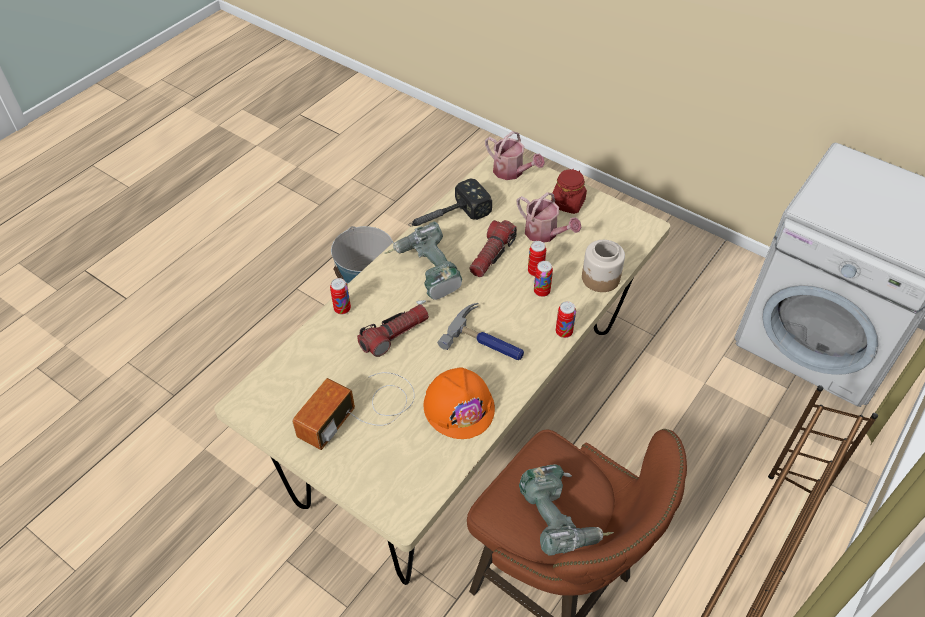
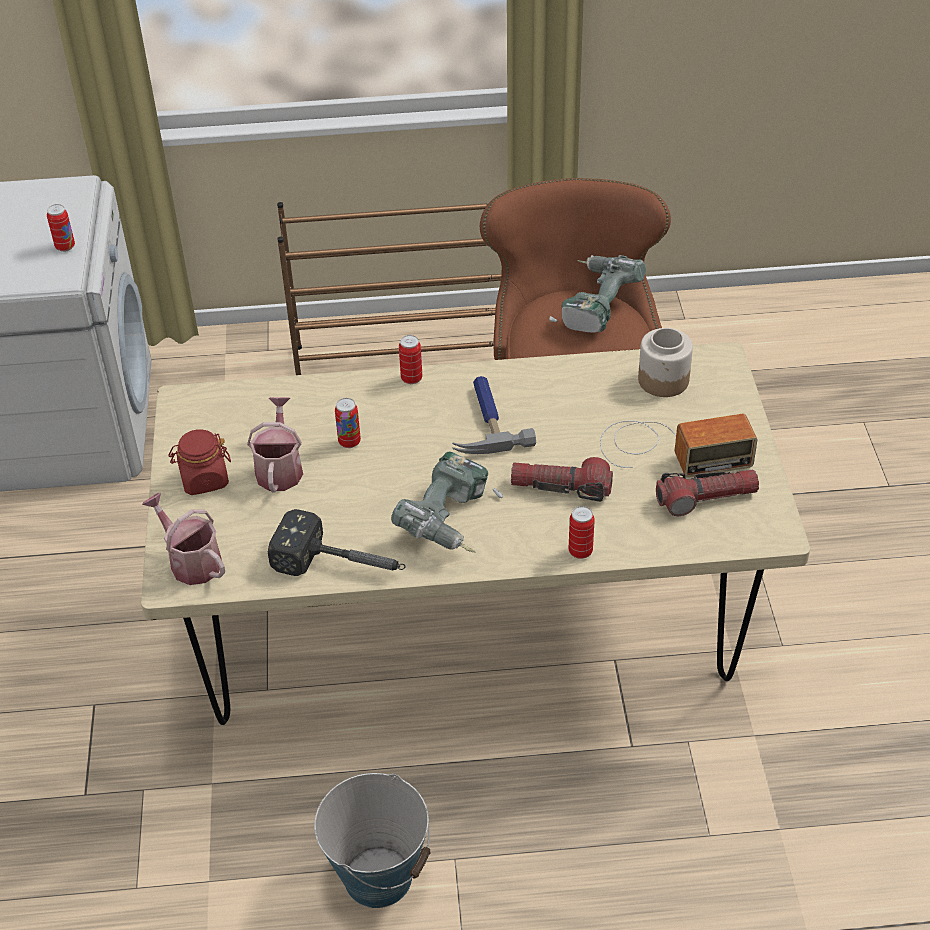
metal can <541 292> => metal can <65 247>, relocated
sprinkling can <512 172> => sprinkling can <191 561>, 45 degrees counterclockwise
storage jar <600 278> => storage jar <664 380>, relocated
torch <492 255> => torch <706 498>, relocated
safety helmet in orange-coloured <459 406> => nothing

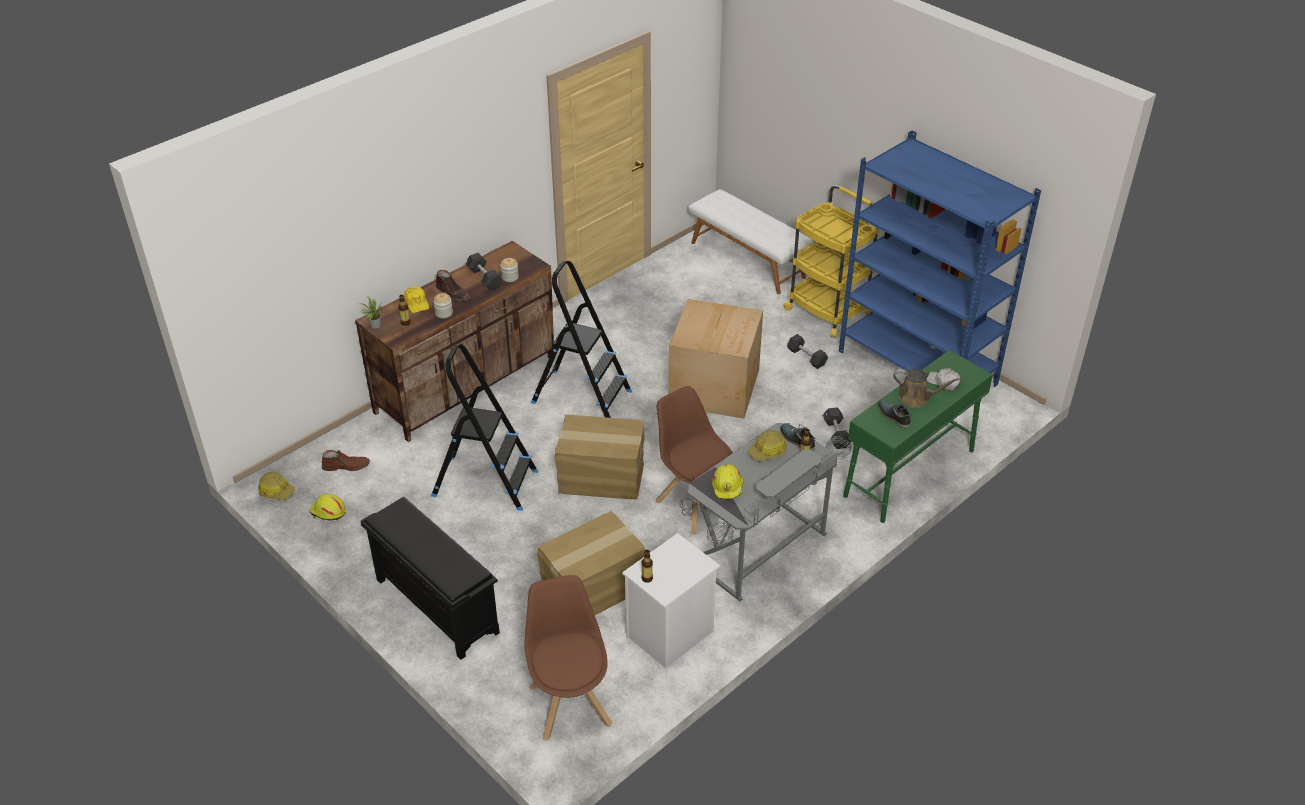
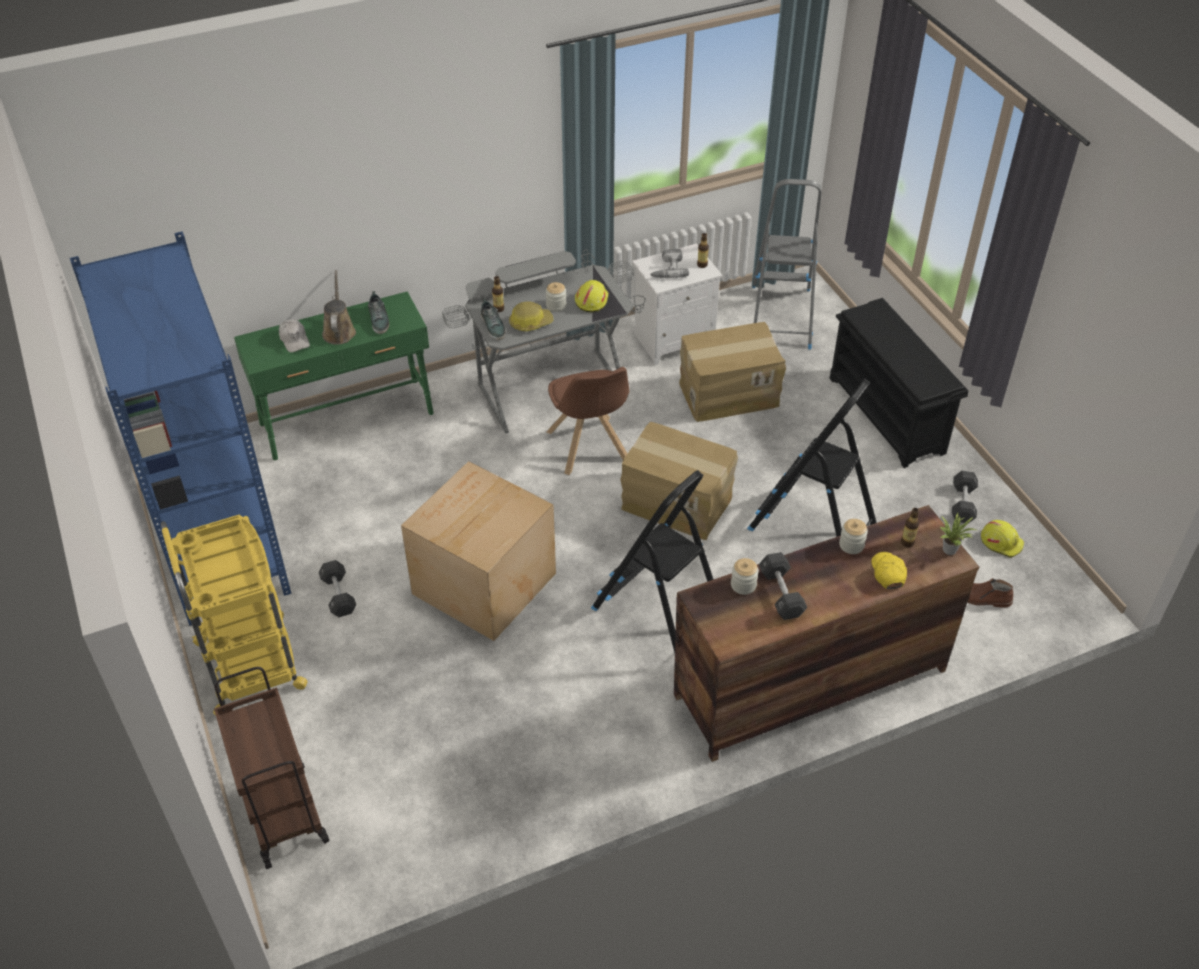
long seat in whitish <748 259> => wheeled cart in brown <284 813>
sprinkling can in brown <916 398> => sprinkling can in brown <339 331>, 45 degrees clockwise
nothing => storage jar <556 305>
nothing => drill <667 269>
upright chair in brown <569 701> => stepladder in grey <781 315>
hand weight in blackish <836 434> => hand weight in blackish <962 503>, relocated
safety helmet <276 491> => nothing
high-top boot in brown <454 293> => nothing

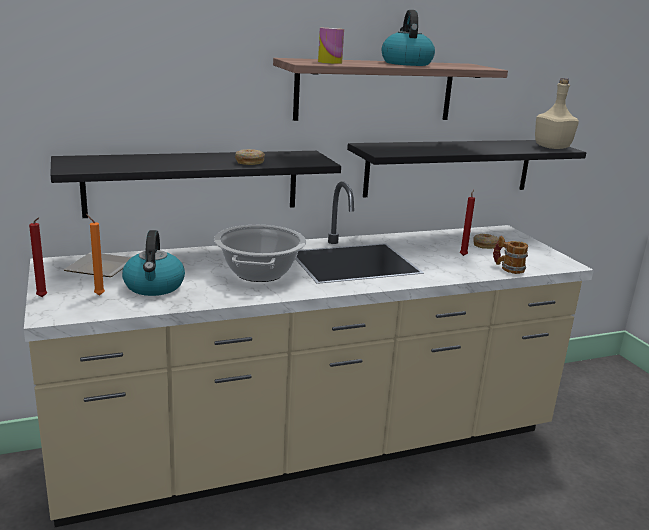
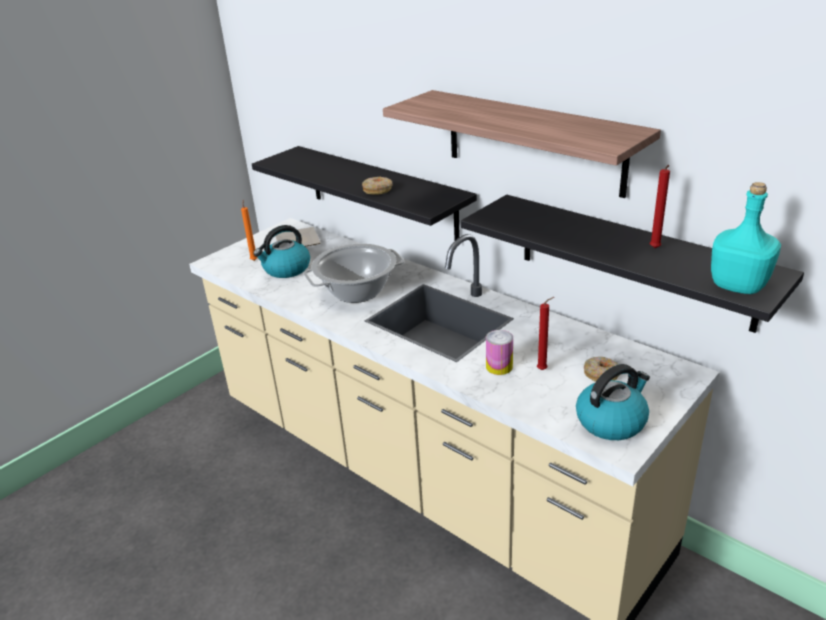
metal can <330 62> => metal can <499 366>, relocated
kettle <406 63> => kettle <611 421>, relocated
wax candle in red-coloured <43 297> => wax candle in red-coloured <655 249>, relocated
bottle in sand-coloured <552 147> => bottle in blue-green <739 285>
coffee mug <508 268> => nothing

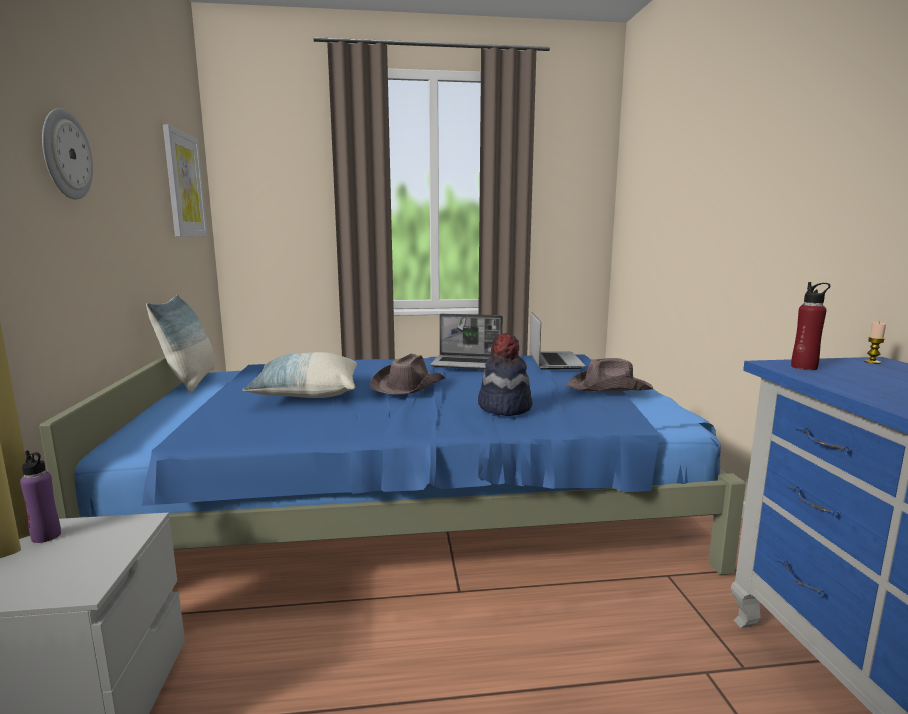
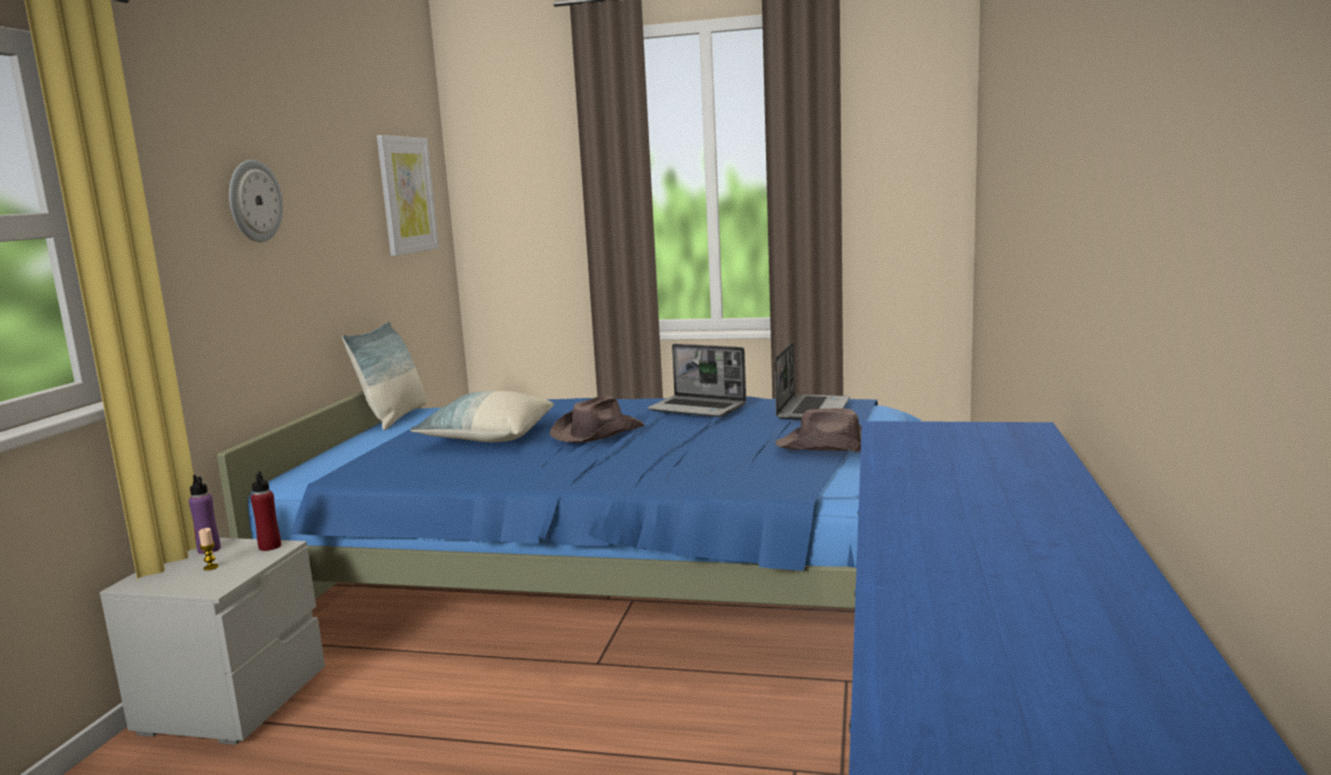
wax candle <872 362> => wax candle <211 567>, relocated
bottle in red-coloured <804 367> => bottle in red-coloured <270 547>, relocated
hat <504 407> => nothing

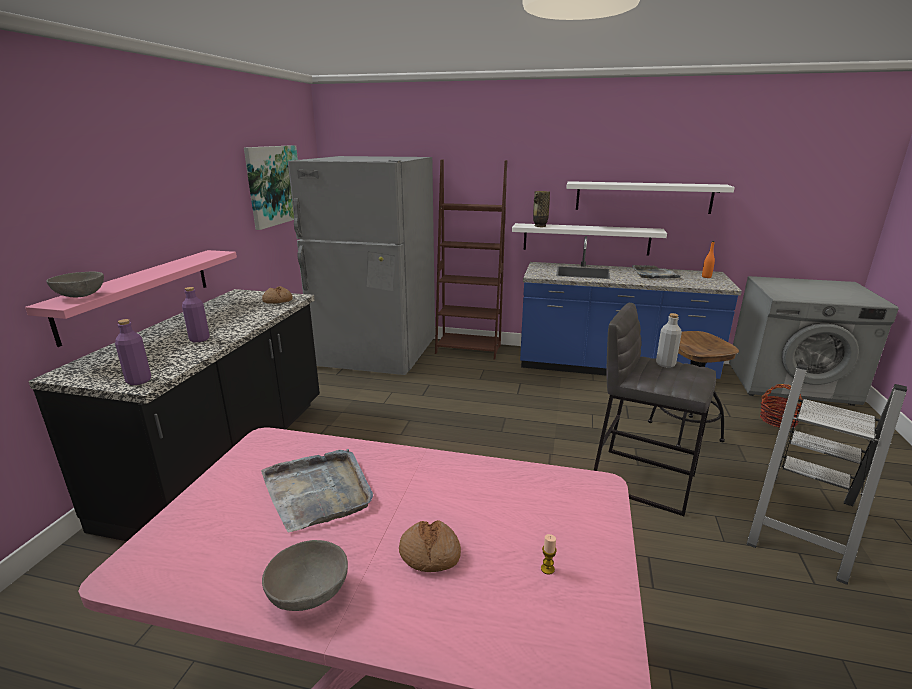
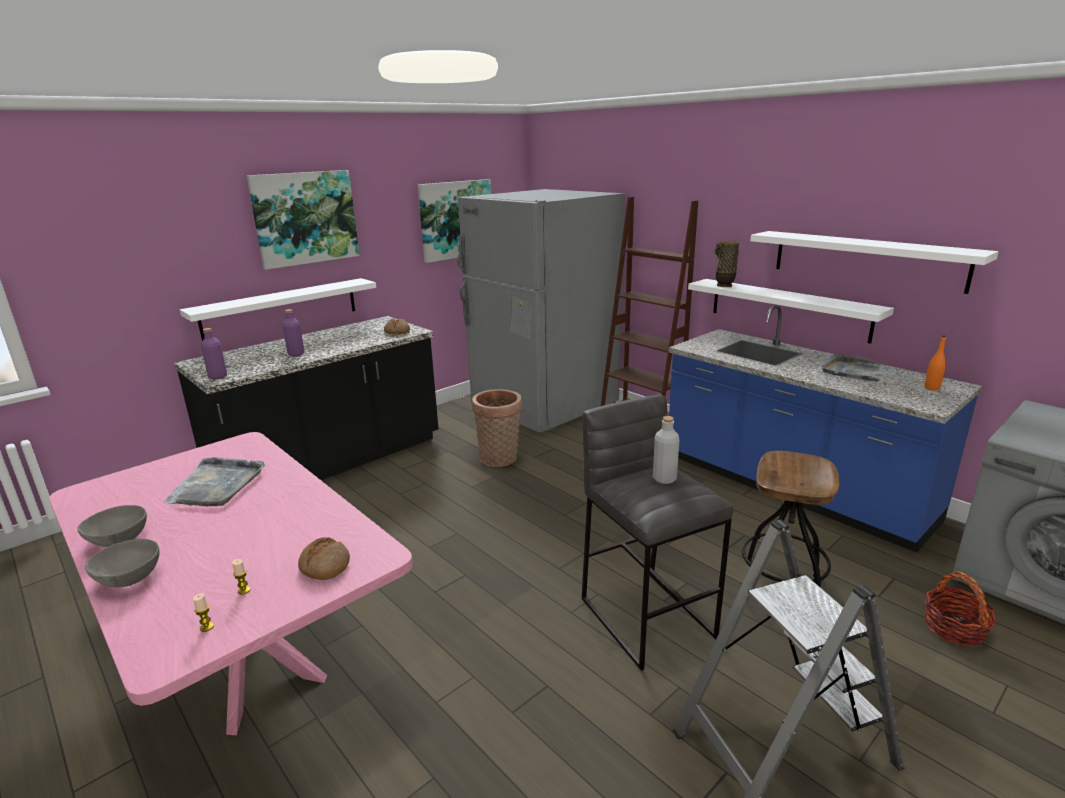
serving bowl in grey <81 296> => serving bowl in grey <130 579>, relocated
bracket shelf in pink <138 292> => bracket shelf in whitish <281 308>
nothing => wax candle <207 627>
nothing => wall picture <305 218>
bread <430 554> => bread <324 566>, relocated
nothing => storage basket <499 460>

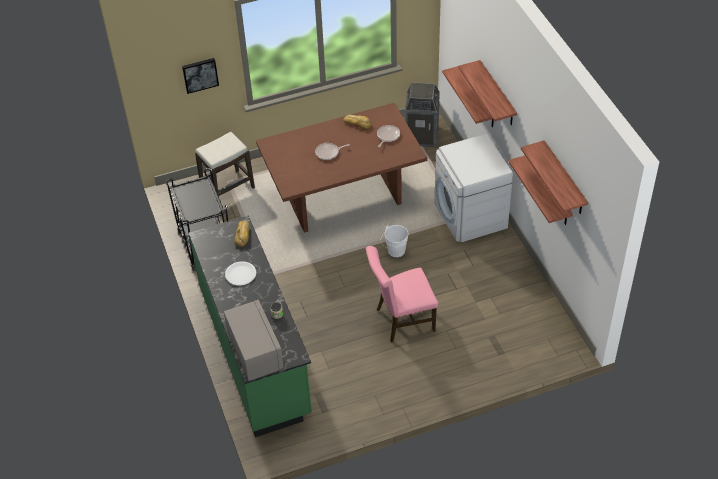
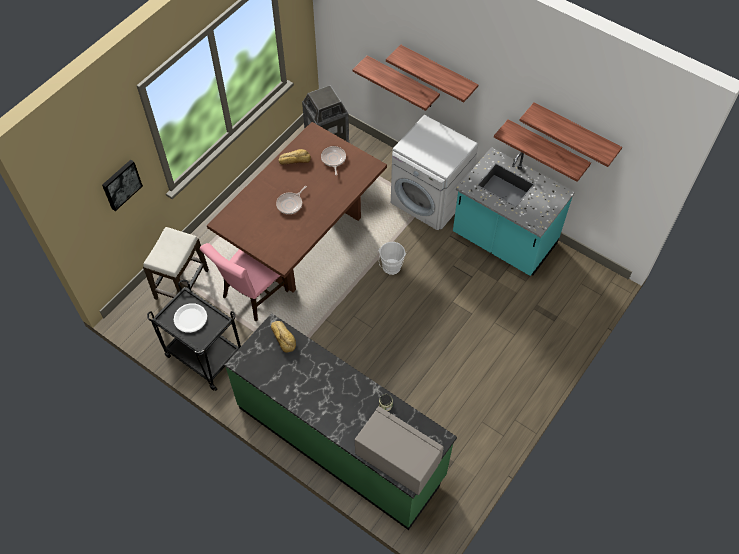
flat dish in whitish <240 274> => flat dish in whitish <190 318>, relocated
upright chair in pink <401 320> => upright chair in pink <252 296>, relocated
nothing => counter in blue-green <503 241>

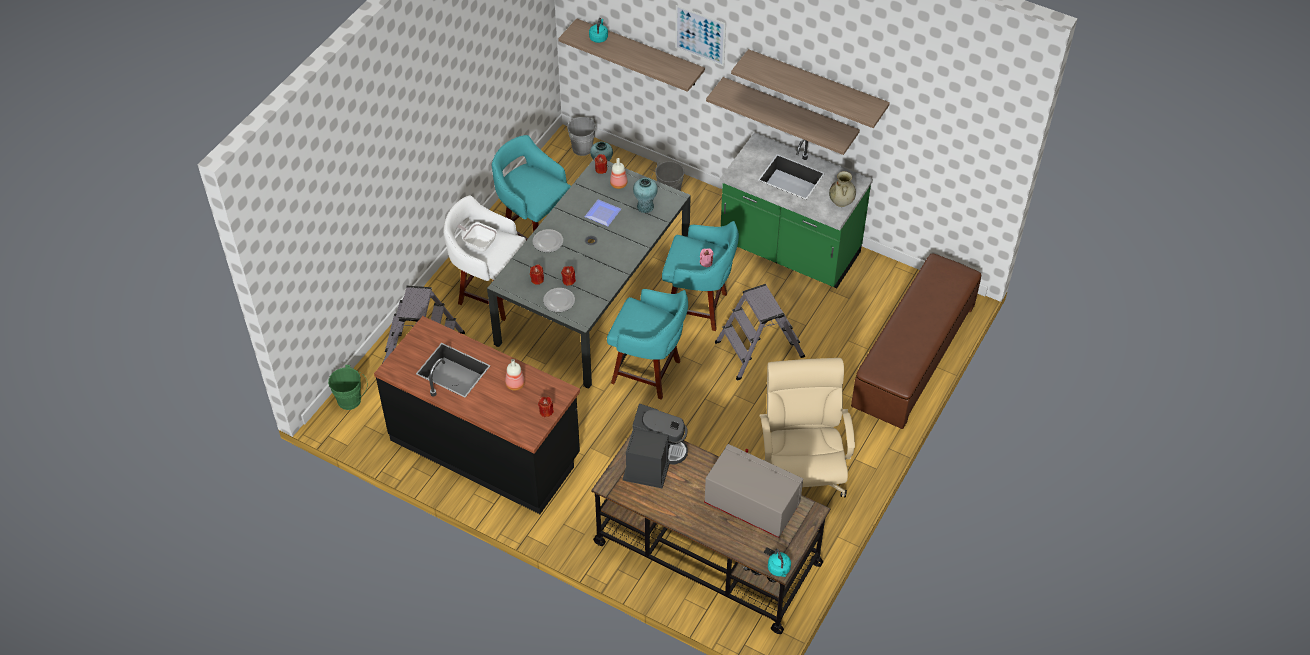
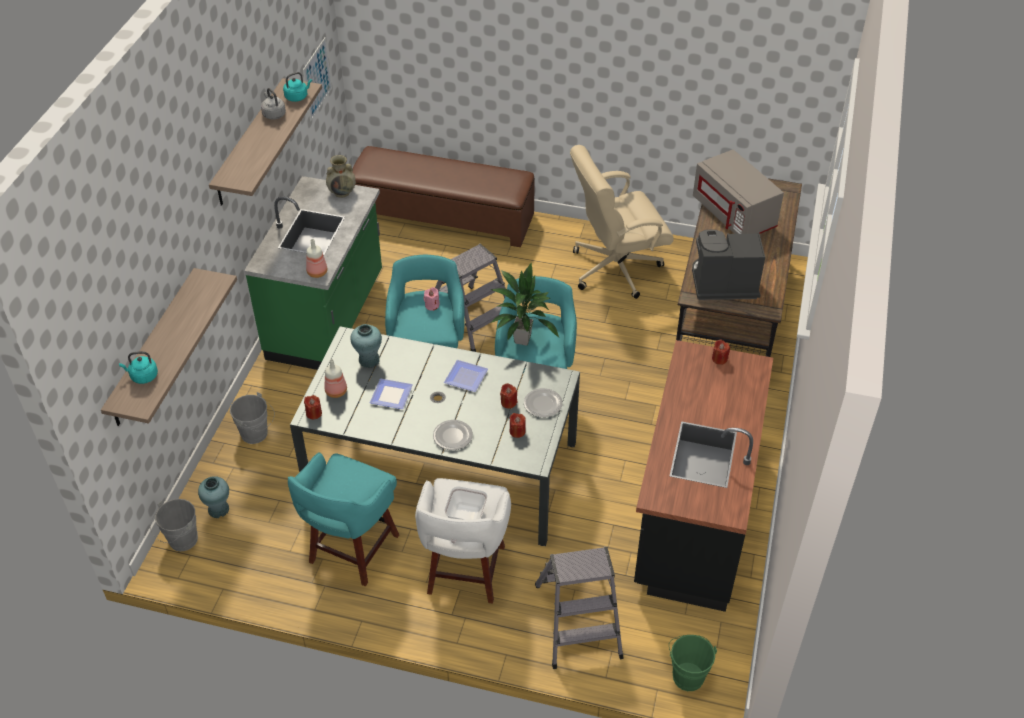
nothing => kettle in grey <273 114>
kettle in blue-green <779 569> => kettle in blue-green <297 97>, relocated
wall picture <700 35> => wall picture <317 79>, relocated
bottle <514 384> => bottle <318 273>, relocated
nothing => flat dish <464 378>
nothing => plant in a pot <522 340>
microwave oven in grey <751 505> => microwave oven in grey <734 214>, 45 degrees counterclockwise
bracket shelf <789 113> => nothing

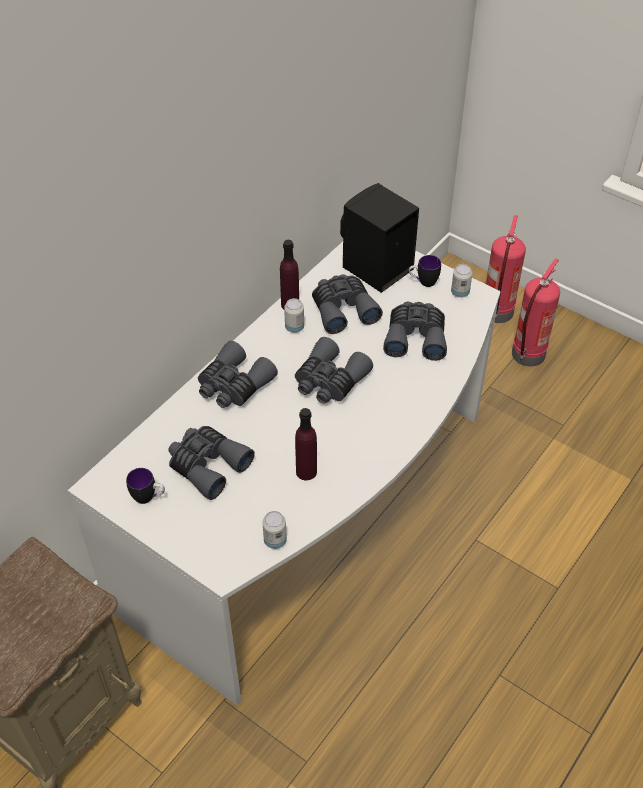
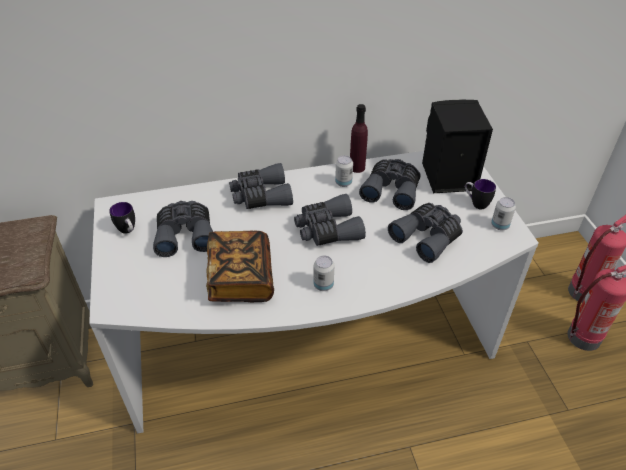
bottle in purple-coloured <306 471> => bound book <241 279>
metal can <275 540> => metal can <323 285>, relocated

